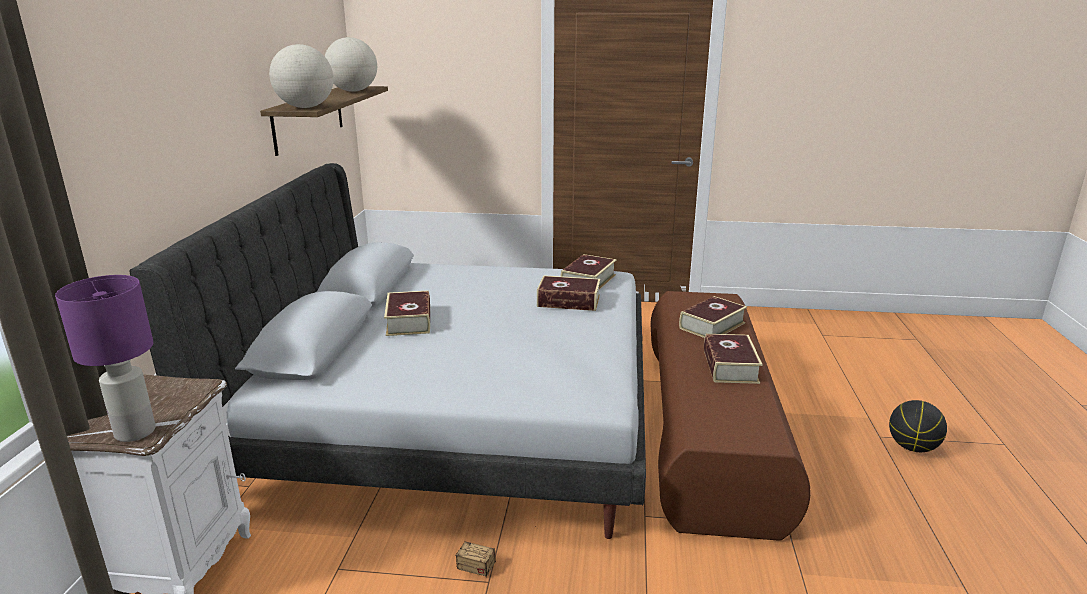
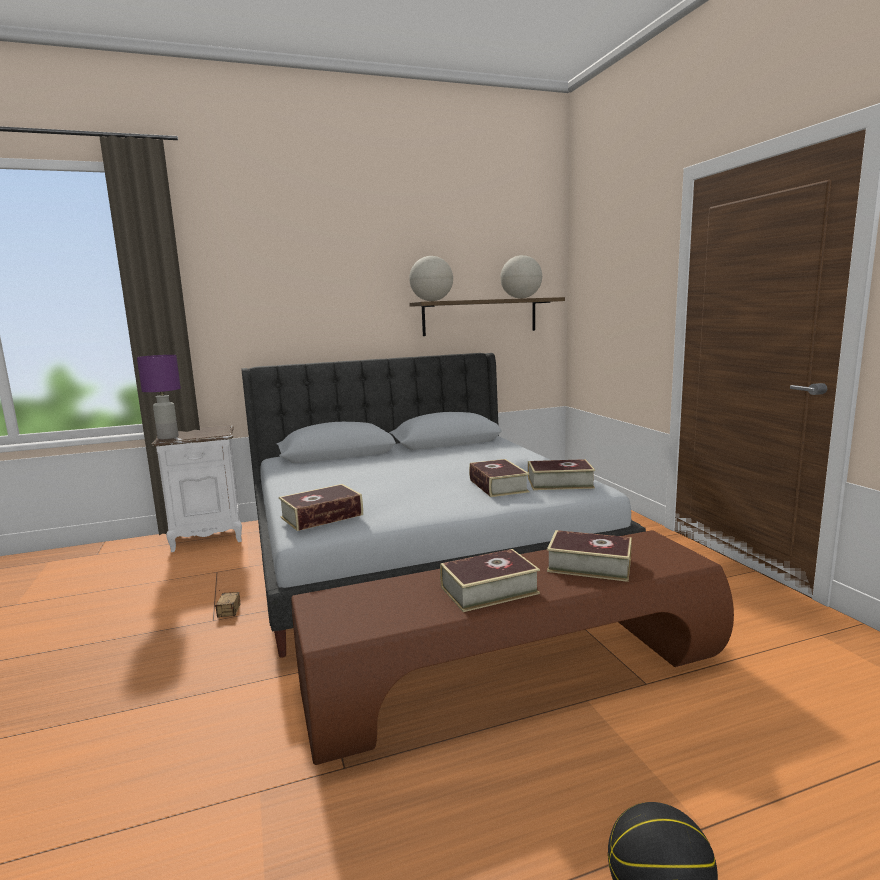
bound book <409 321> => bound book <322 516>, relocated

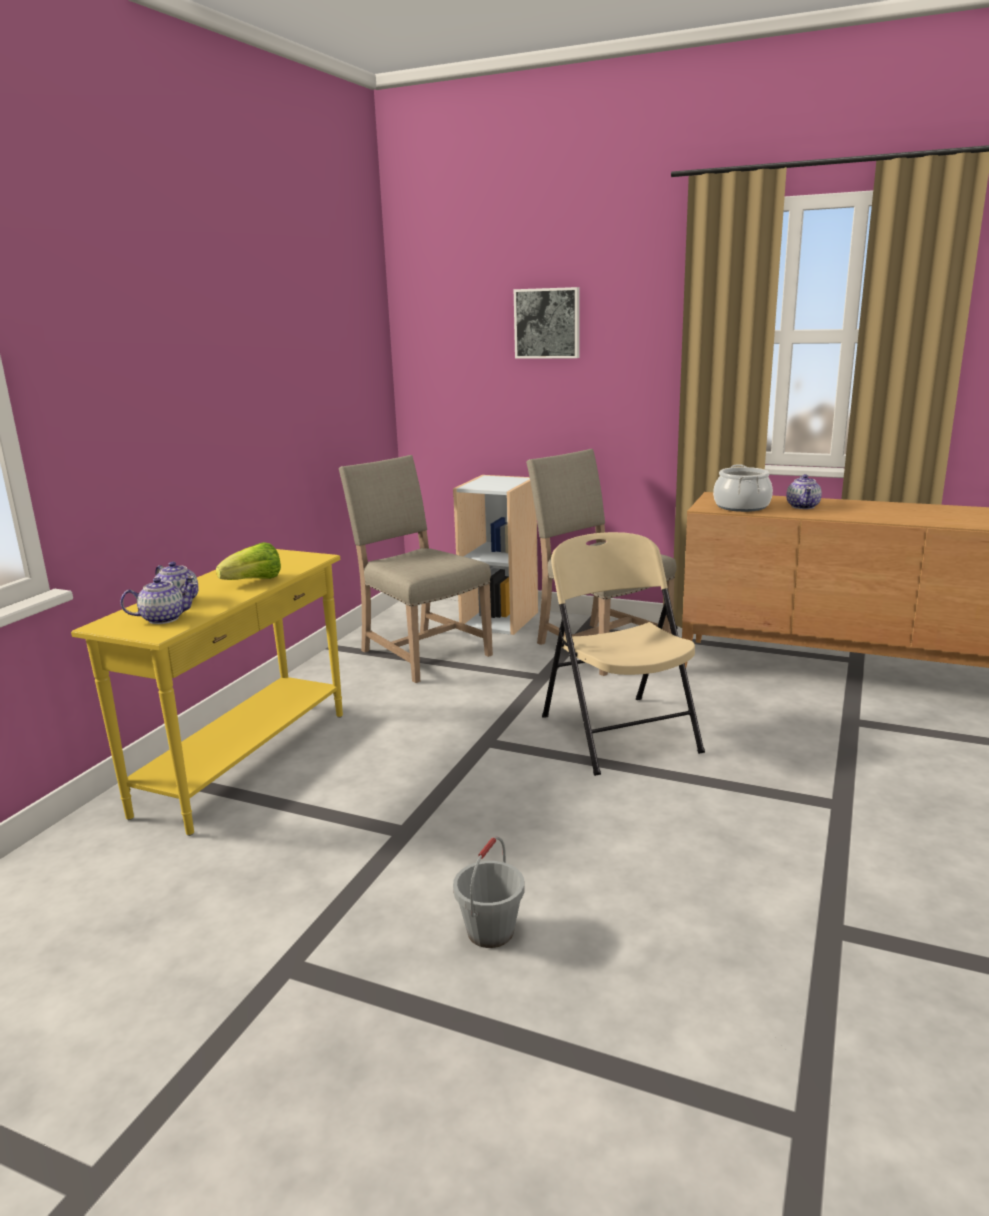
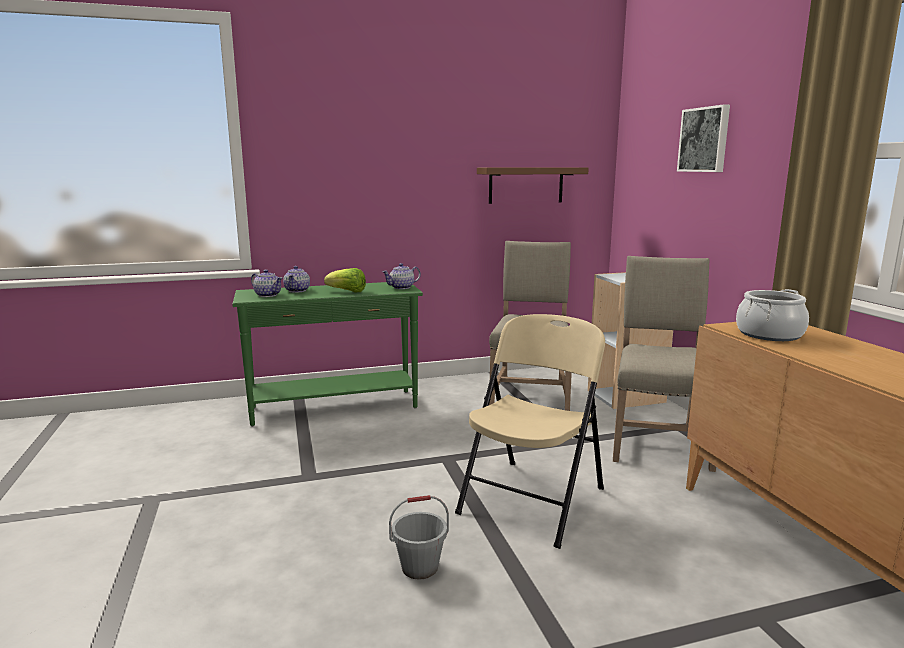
hall table in yellowish <245 761> => hall table in greenish <335 407>
teapot <803 506> => teapot <401 287>, relocated
water bucket in grey <490 931> => water bucket in grey <420 567>, relocated
nothing => bracket shelf in brown <526 185>

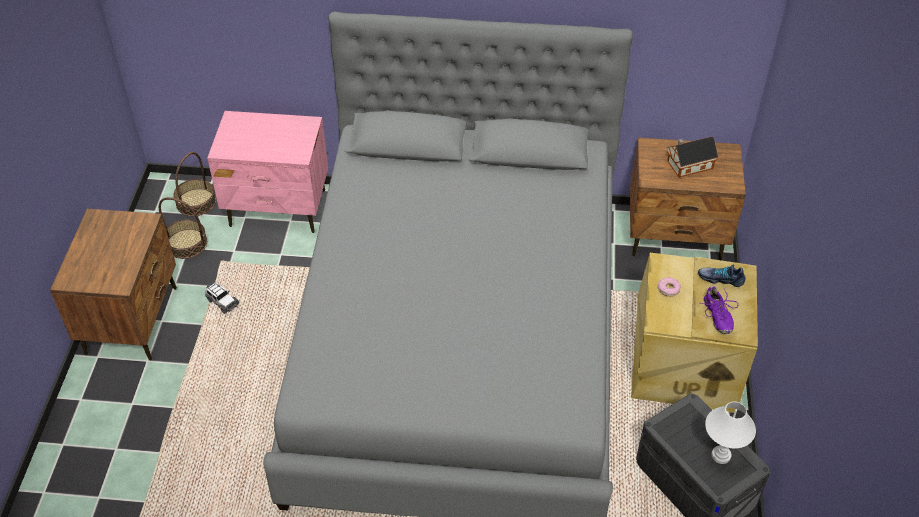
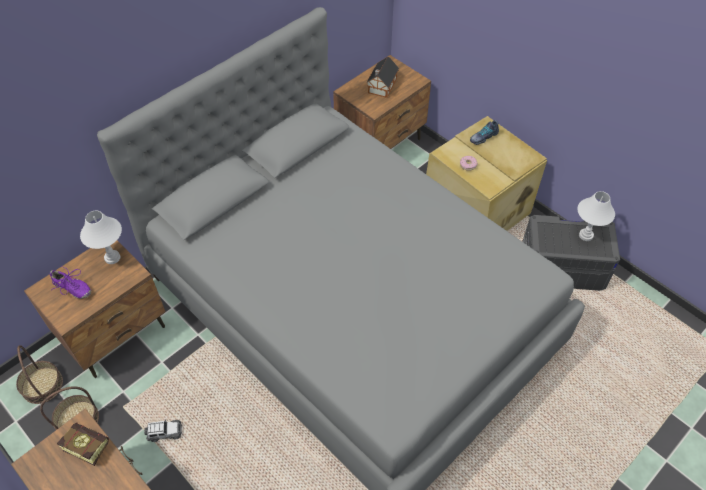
night table in pink <278 208> => night table in brown <115 333>
low shoe in purple-coloured <717 316> => low shoe in purple-coloured <72 288>, relocated
nothing => bound book <83 446>
nothing => tabletop lamp in whitish <112 257>

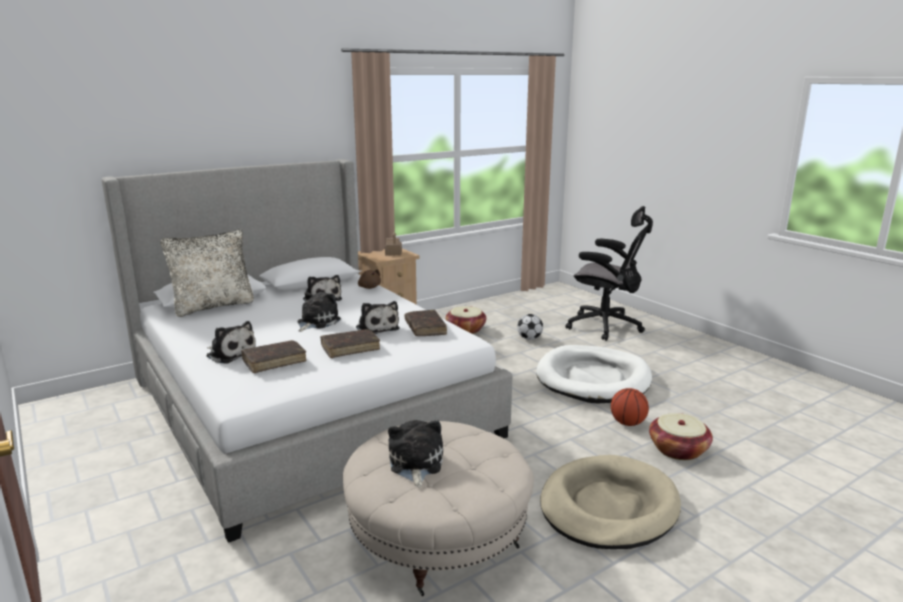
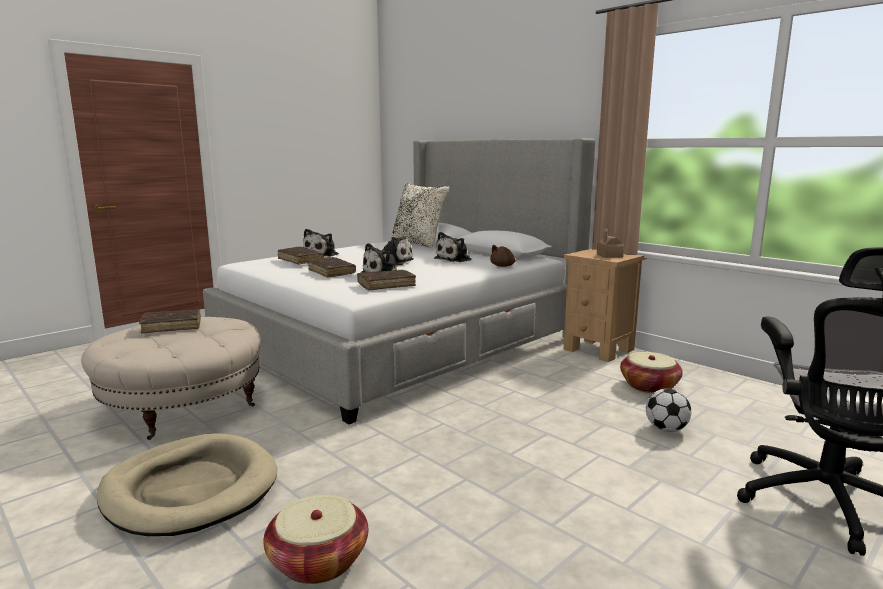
cuddly toy <415 464> => bound book in brown <172 327>
dog cushion in whitish <593 379> => nothing
basketball ball <627 423> => nothing

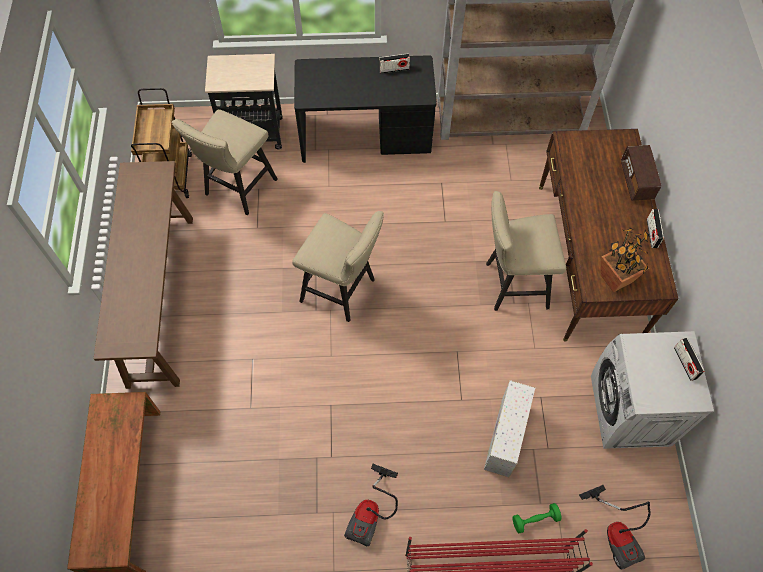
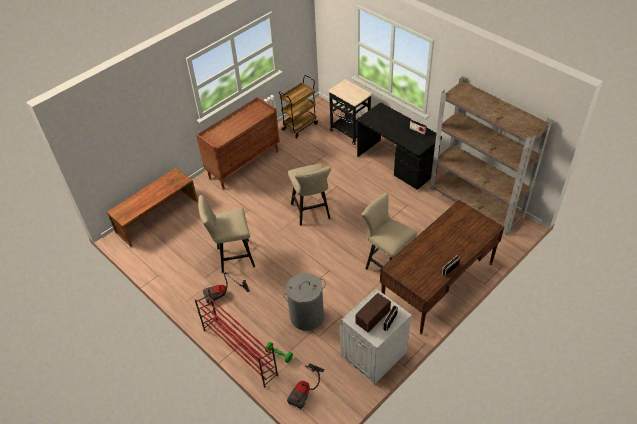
hall table in brown <161 297> => cabinet in brown <244 165>
stool in sand-coloured <237 190> => stool in sand-coloured <232 257>, relocated
storage bin in whitish <505 438> => washing basket in grey <306 316>
radio receiver <636 181> => radio receiver <373 318>, relocated
plant in a pot <615 279> => nothing

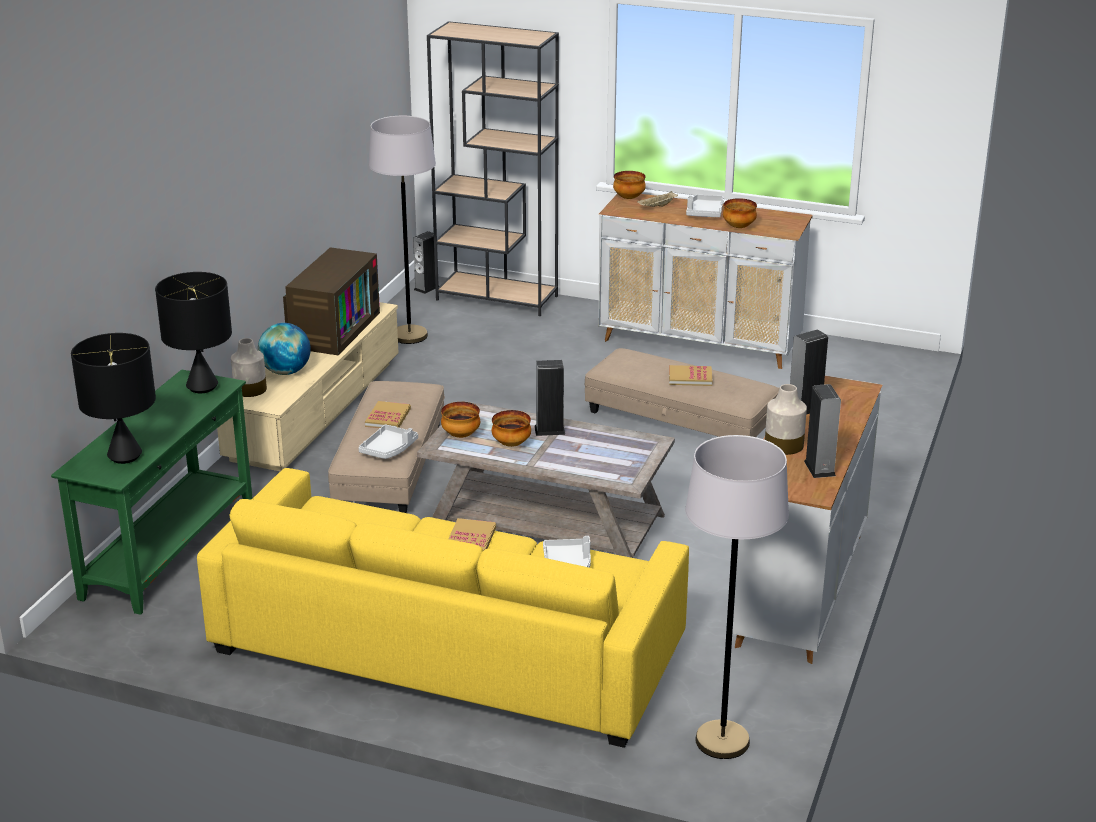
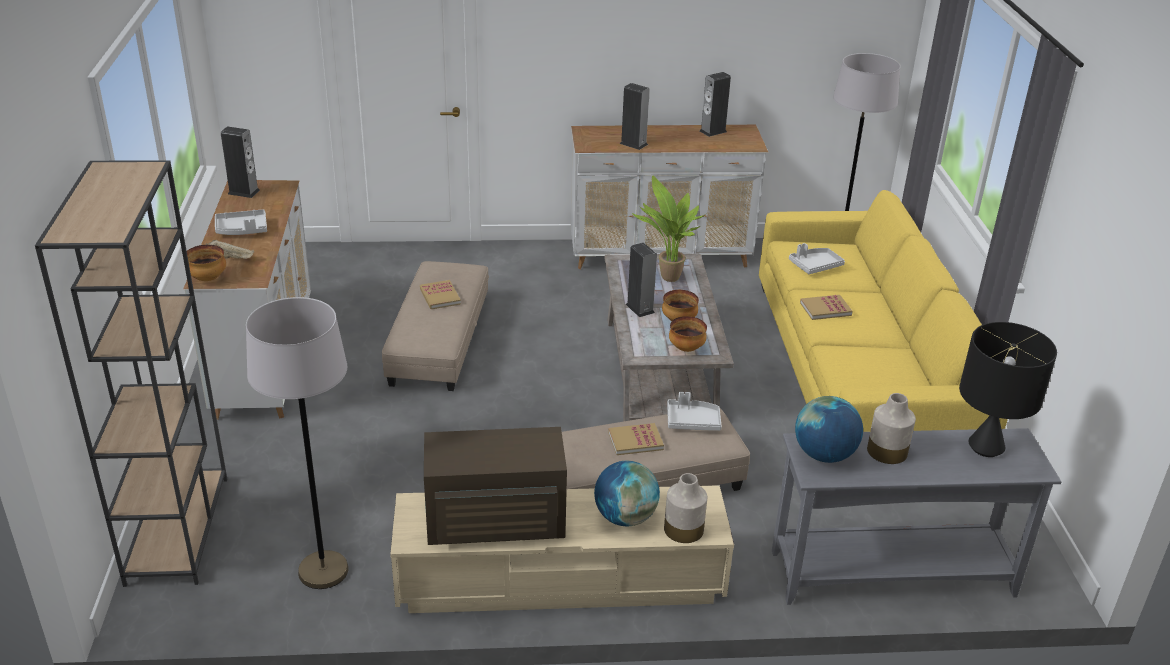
loudspeaker <426 288> => loudspeaker <243 192>, relocated
nothing => plant in a pot <667 278>
hall table in greenish <169 548> => hall table in grey <891 574>
tabletop lamp in blackish <202 387> => desk globe <824 455>
vase in sand-coloured <783 444> => vase in sand-coloured <887 451>, relocated
serving bowl <739 227> => nothing

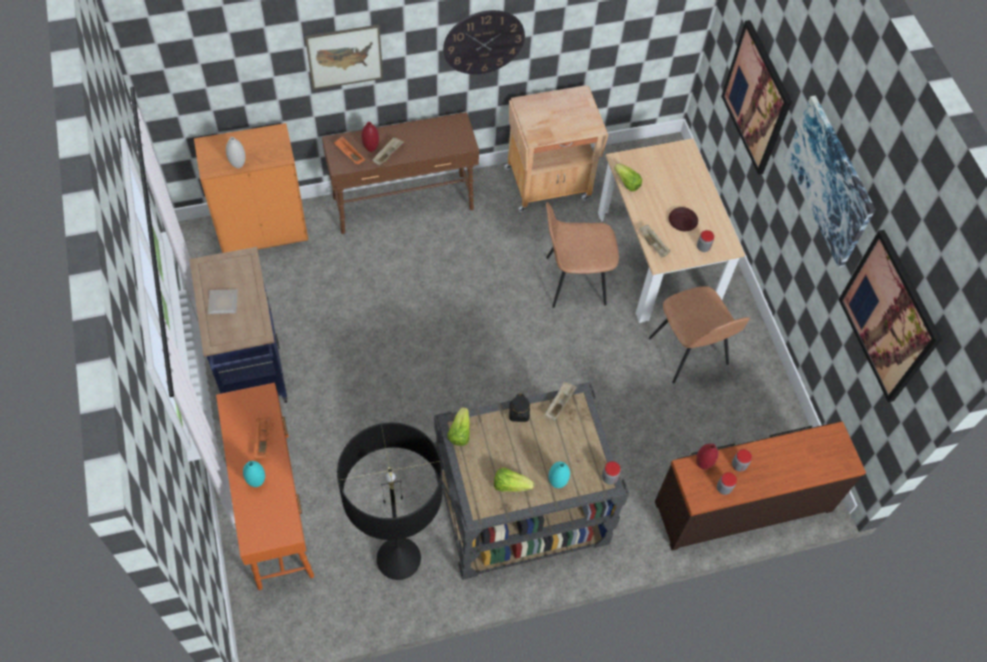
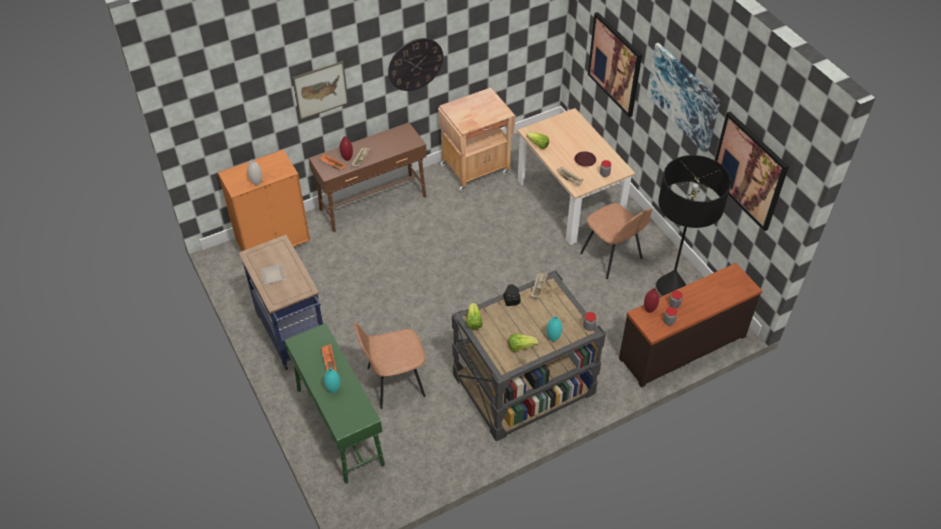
hall table in orange-coloured <274 509> => hall table in greenish <340 426>
upright chair in brown <573 281> => upright chair in brown <394 382>, relocated
standing lamp in blackish <398 560> => standing lamp in blackish <670 289>, relocated

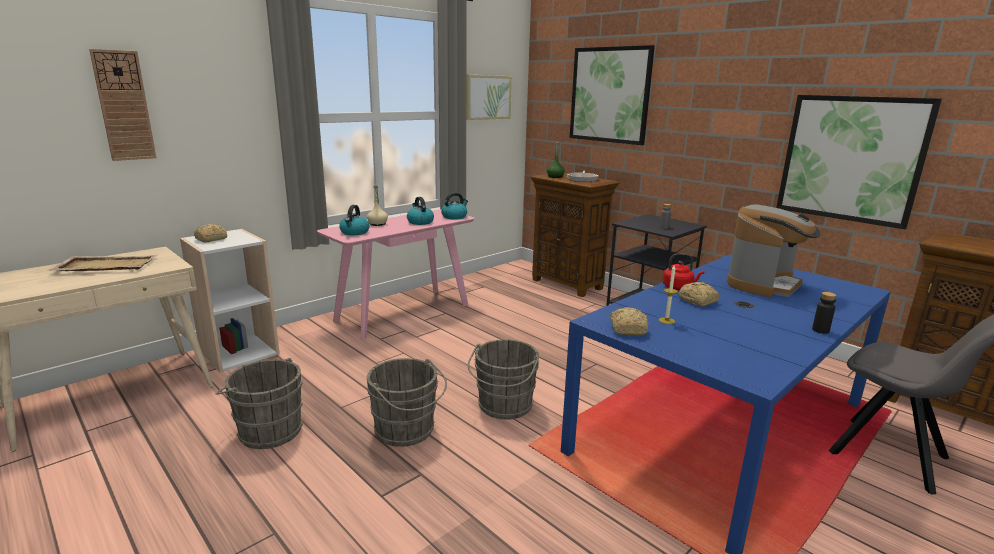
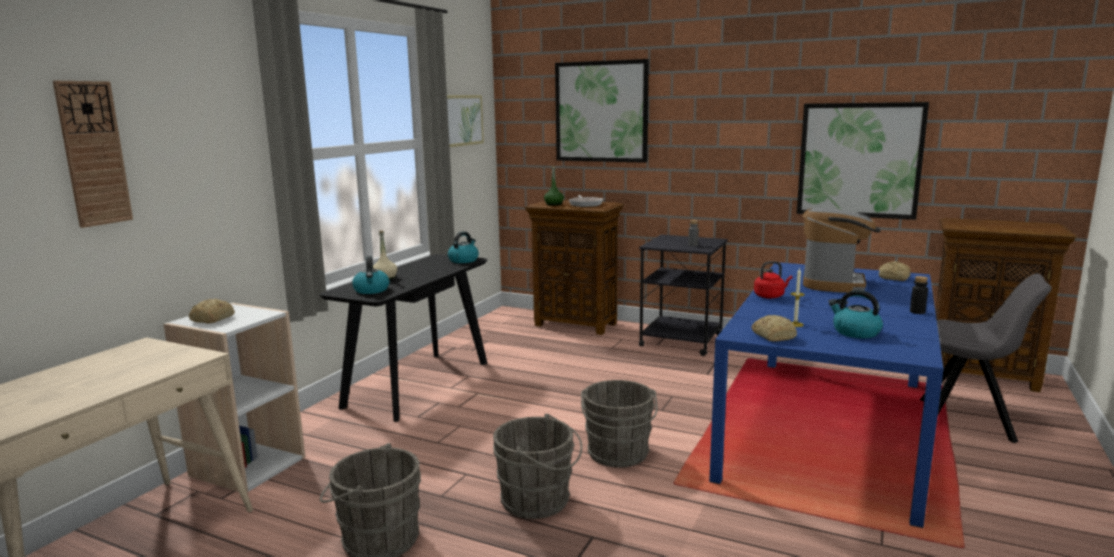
hall table in pink <403 312> => hall table in blackish <418 384>
kettle <420 222> => kettle <855 332>, relocated
bread <698 301> => bread <895 278>, relocated
tray in sand-coloured <105 266> => nothing

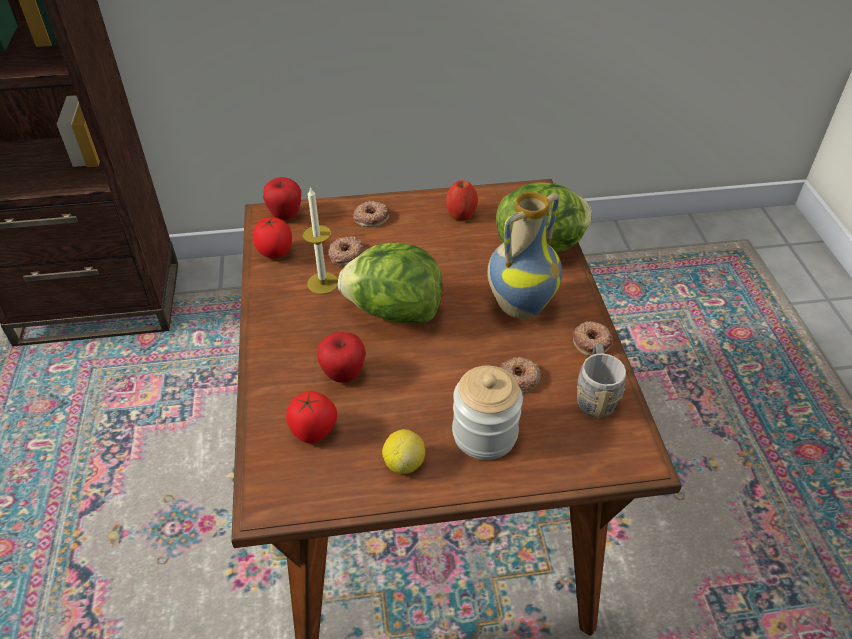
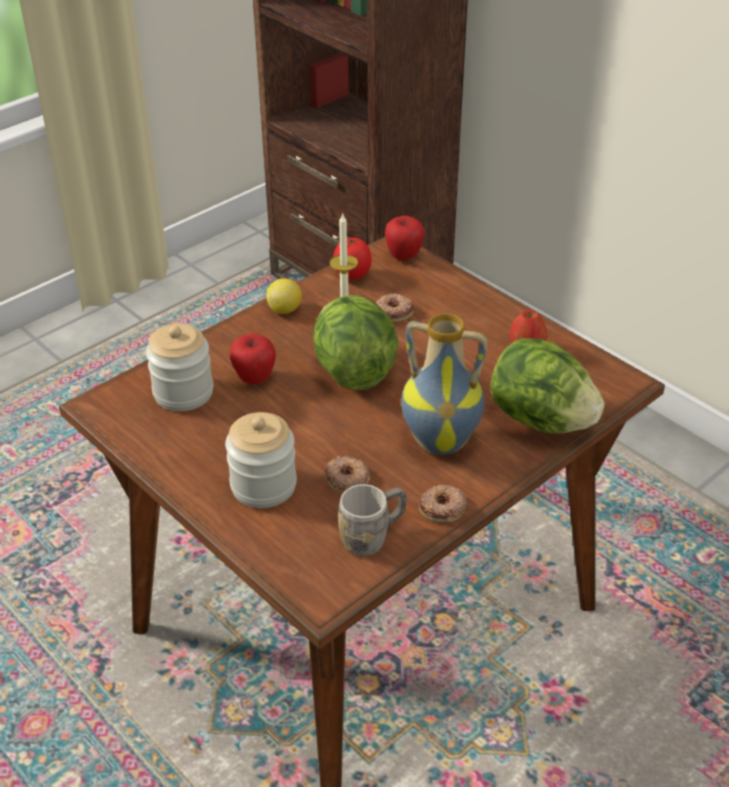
fresh tomato <314 432> => storage jar <183 392>
whole lemon <404 463> => whole lemon <285 310>, relocated
donut <371 217> => nothing

